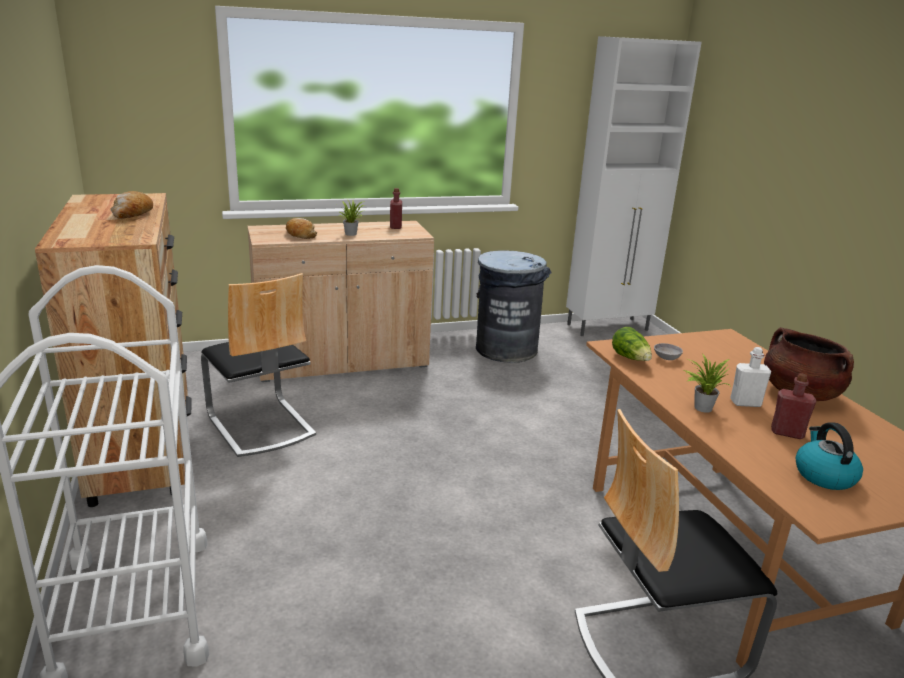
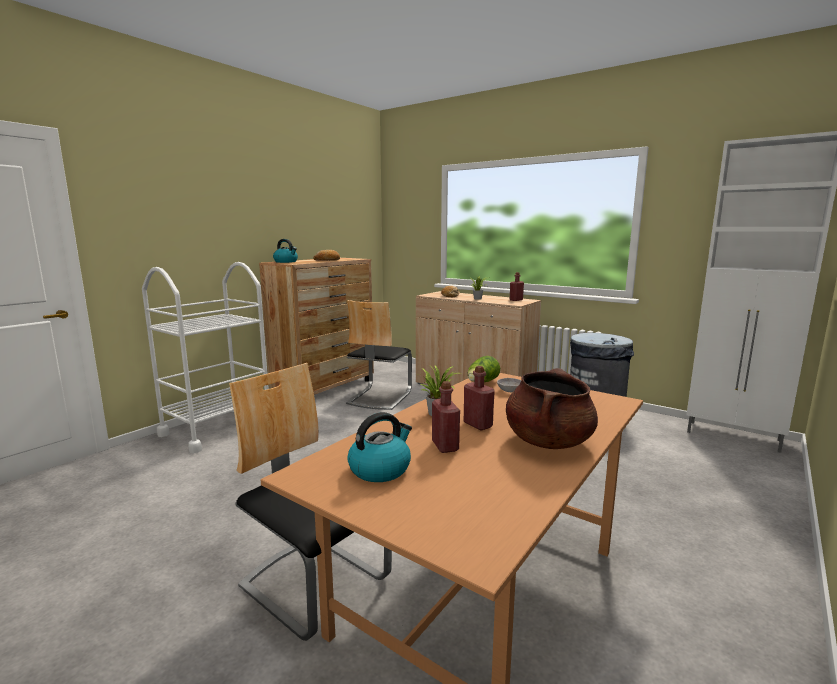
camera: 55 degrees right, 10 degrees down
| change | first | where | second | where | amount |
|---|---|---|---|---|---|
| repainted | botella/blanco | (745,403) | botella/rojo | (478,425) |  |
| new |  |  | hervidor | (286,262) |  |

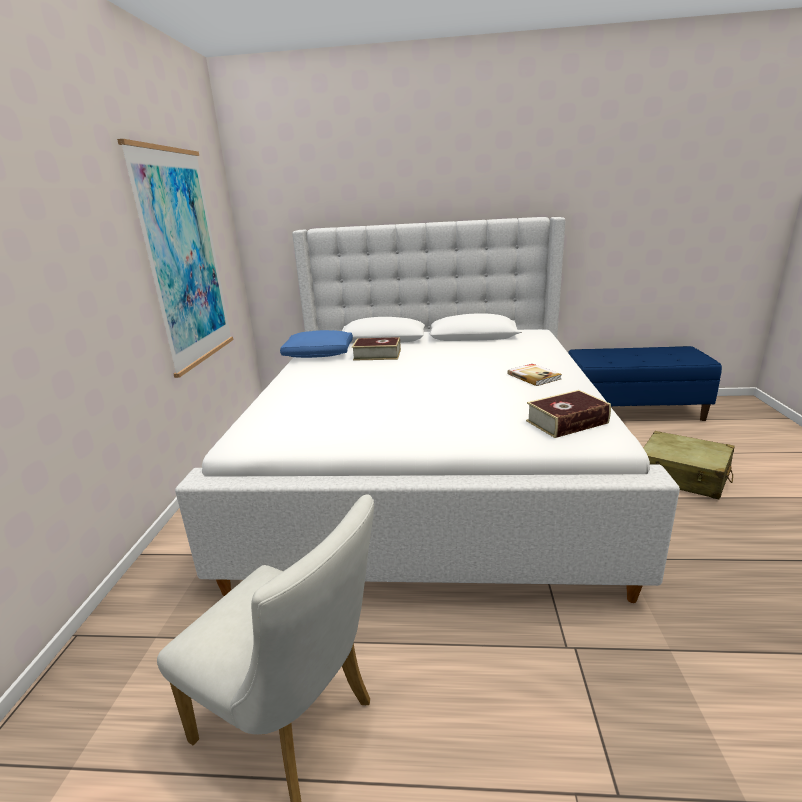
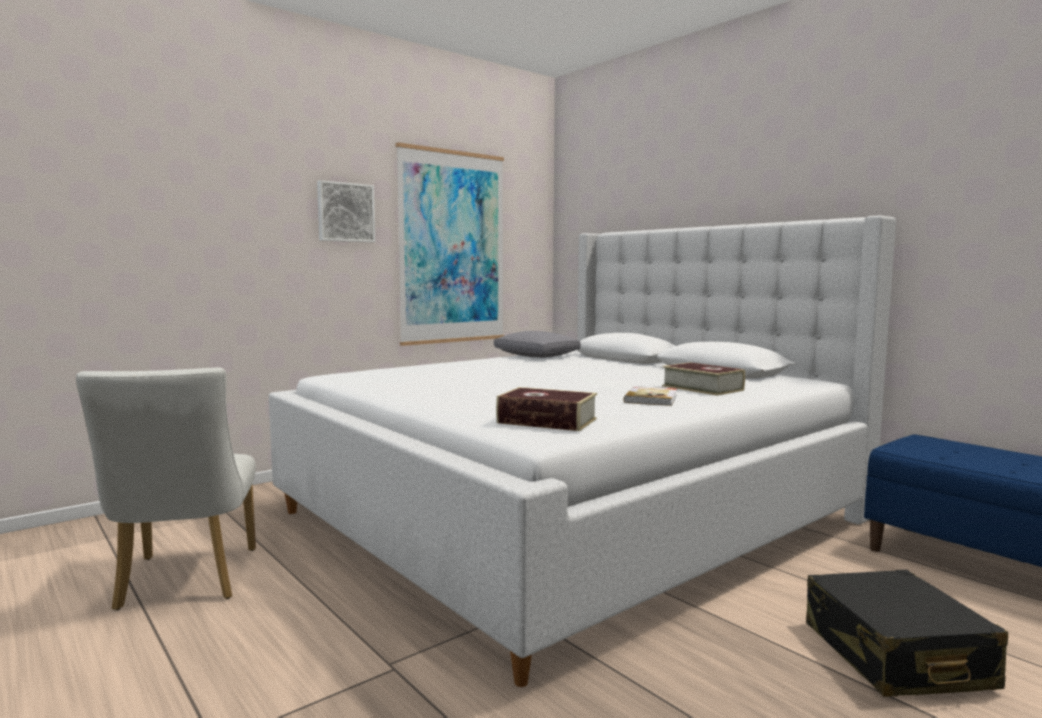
camera: 45 degrees right, 15 degrees down
| change | first | where | second | where | amount |
|---|---|---|---|---|---|
| repainted | cojín/azul | (319,354) | cojín/gris | (537,356) |  |
| shifted | libro | (377,355) |  | (702,388) |  |
| repainted | maleta/beis | (682,476) | maleta/negro | (895,656) |  |
| new |  |  | cuadro | (345,212) |  |

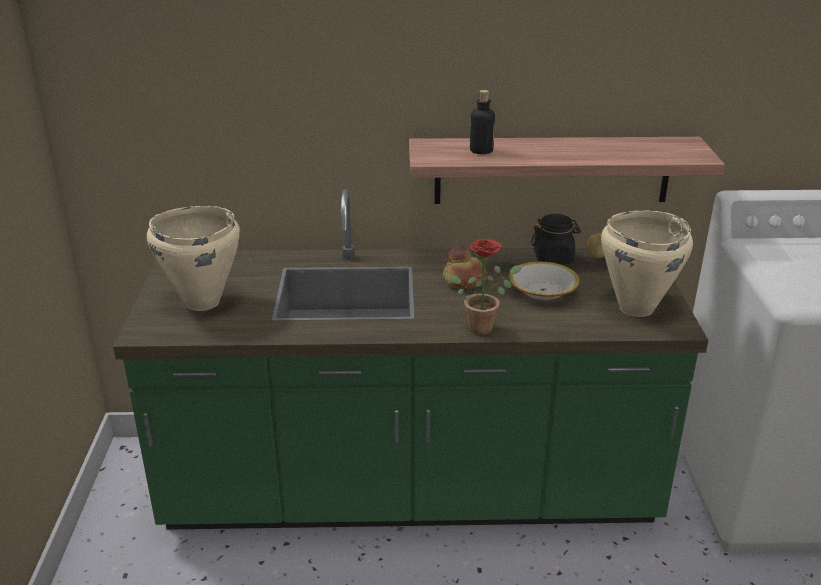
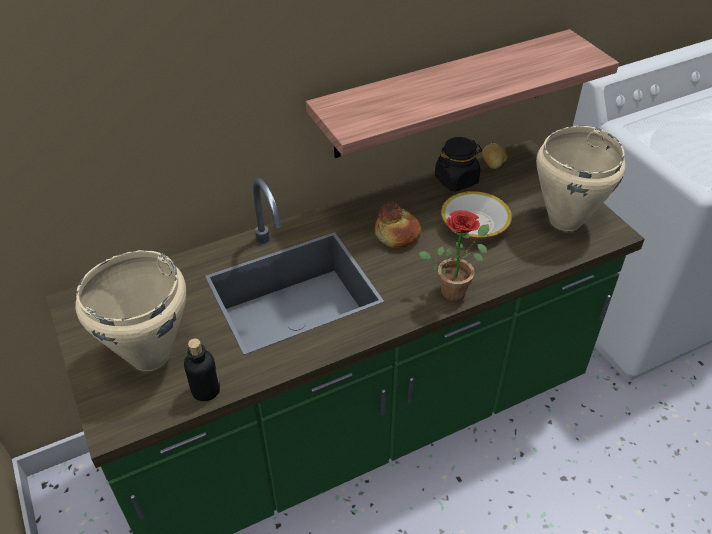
camera: 25 degrees left, 15 degrees up
| change | first | where | second | where | amount |
|---|---|---|---|---|---|
| shifted | botella | (481,151) |  | (206,390) |  |

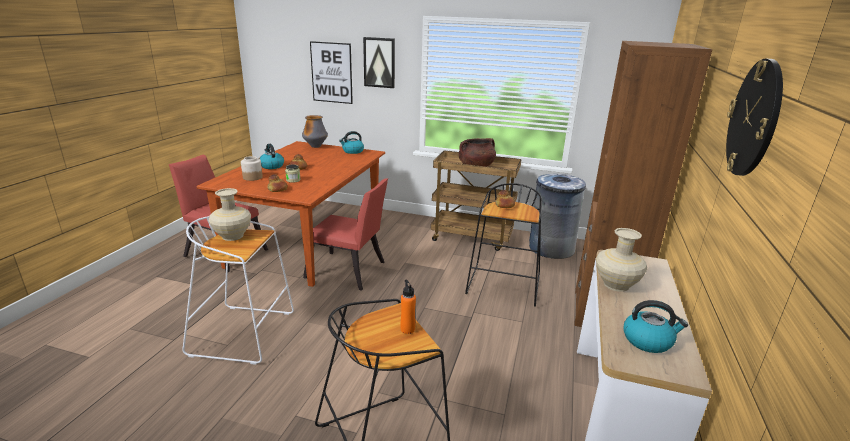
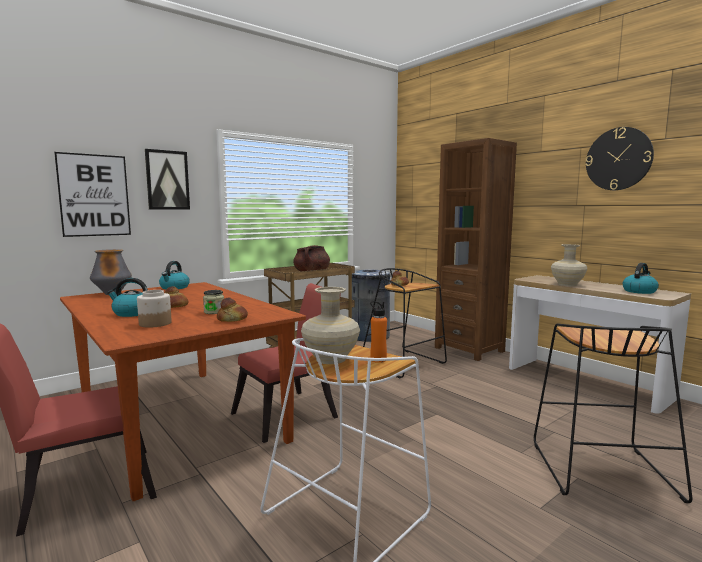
camera: 55 degrees left, 15 degrees down
| change | first | where | second | where | amount |
|---|---|---|---|---|---|
| shifted | botella/naranja | (407,329) |  | (378,359) |  |

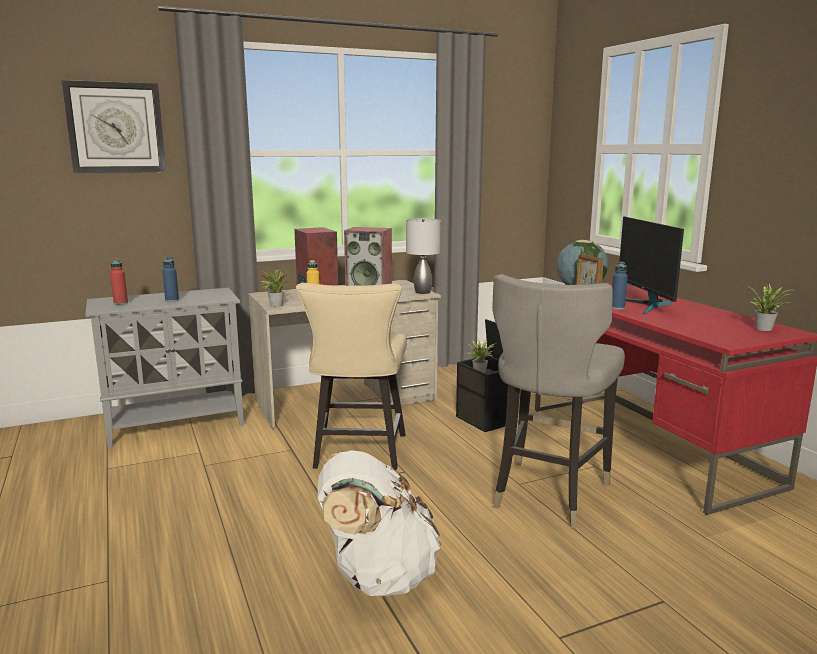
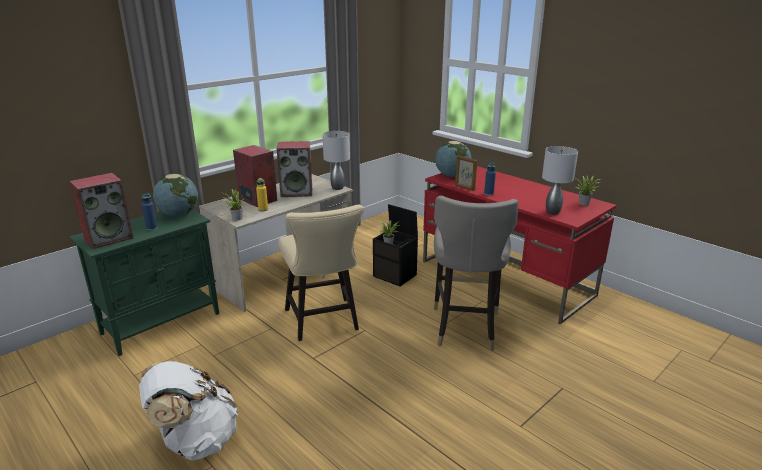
camera: 20 degrees left, 10 degrees up
| change | first | where | second | where | amount |
|---|---|---|---|---|---|
| gone | reloj de pared | (116,128) |  |  |  |
| gone | monitor | (646,305) |  |  |  |
| swapped | botella/rojo | (120,303) | altavoz | (109,238) |  |
| repainted | armario/gris | (177,425) | armario/verde | (162,323) |  |
| shifted | mochila/blanco | (377,576) |  | (195,440) |  |
| new |  |  | lámpara de mesa/gris | (552,211) |  |
| new |  |  | globo terráqueo | (179,214) |  |

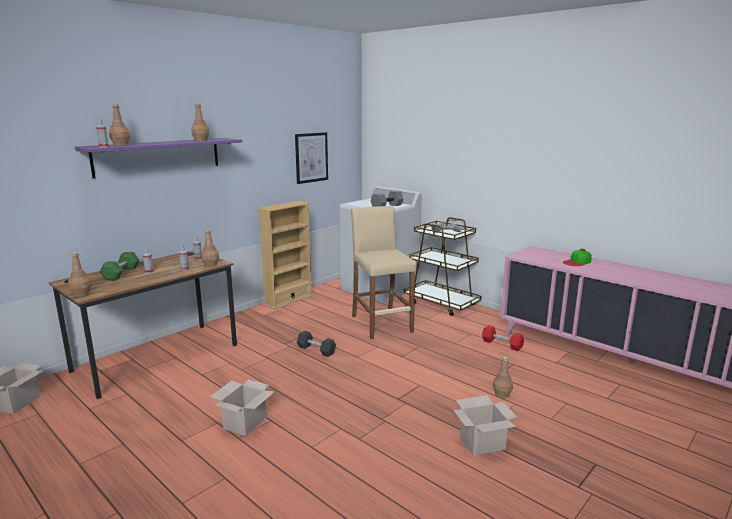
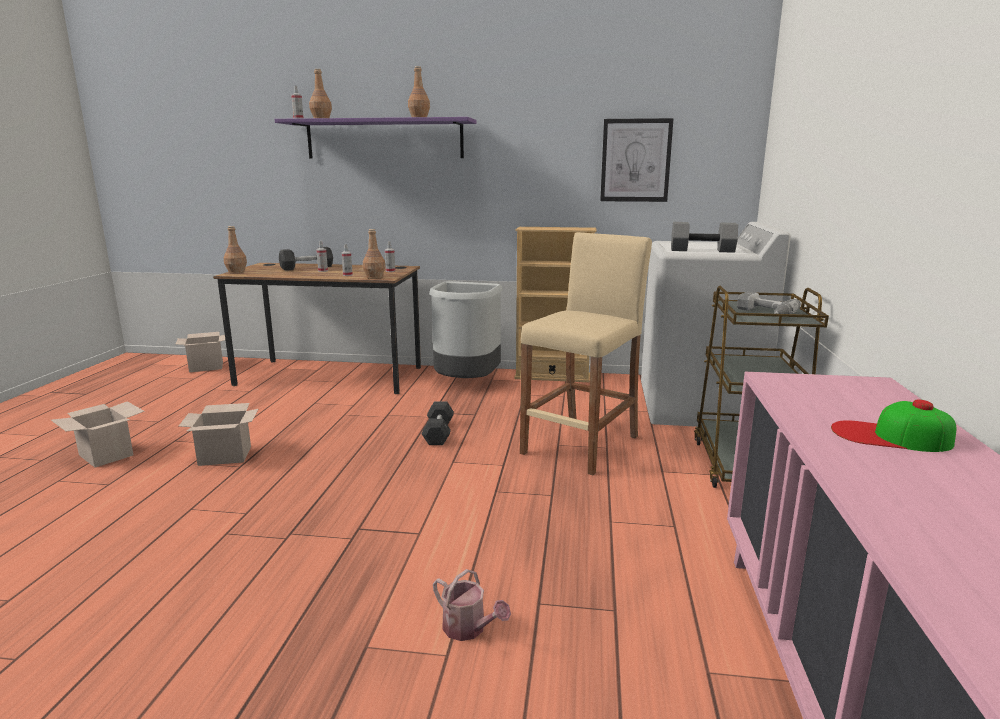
camera: 55 degrees right, 0 degrees up
| change | first | where | second | where | amount |
|---|---|---|---|---|---|
| repainted | mancuerna/verde | (121,273) | mancuerna/gris | (307,267) |  |
| gone | mancuerna/rojo | (502,344) |  |  |  |
| swapped | botella/marrón | (502,394) | regadera | (468,629) |  |
| shifted | caja de cartón | (482,443) |  | (107,455) |  |
| new |  |  | papelera/gris | (466,384) |  |

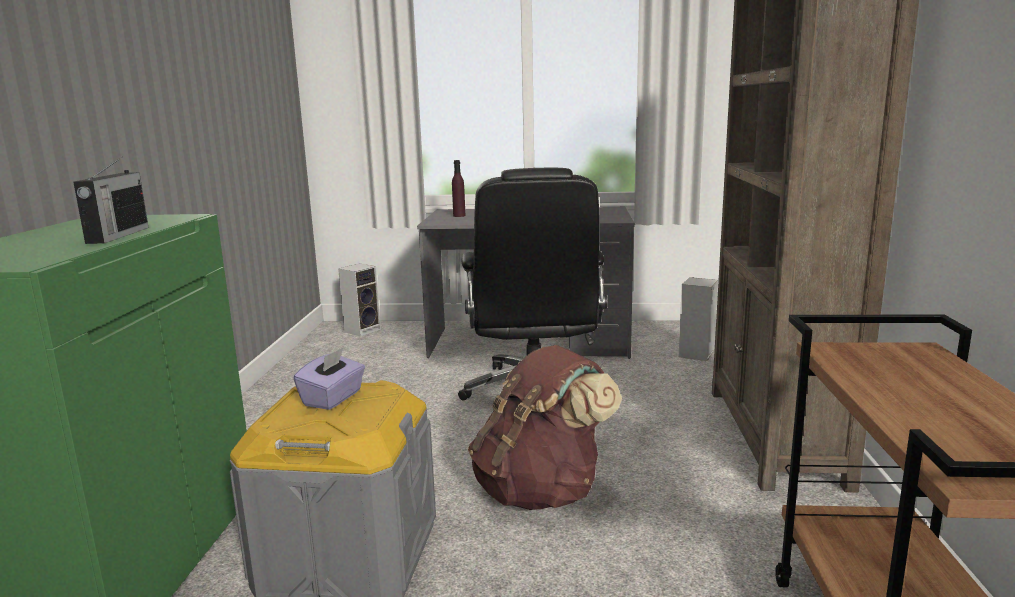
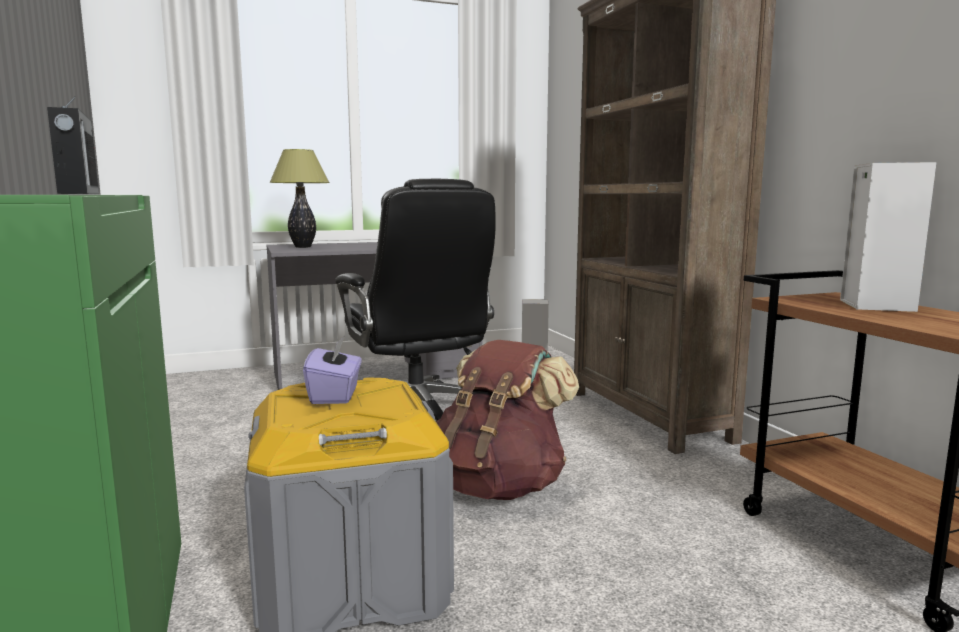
camera: 25 degrees left, 5 degrees down
| change | first | where | second | where | amount |
|---|---|---|---|---|---|
| swapped | botella/morado | (459,216) | lámpara de mesa | (303,247) |  |
| shifted | altavoz | (363,330) |  | (874,305) |  |

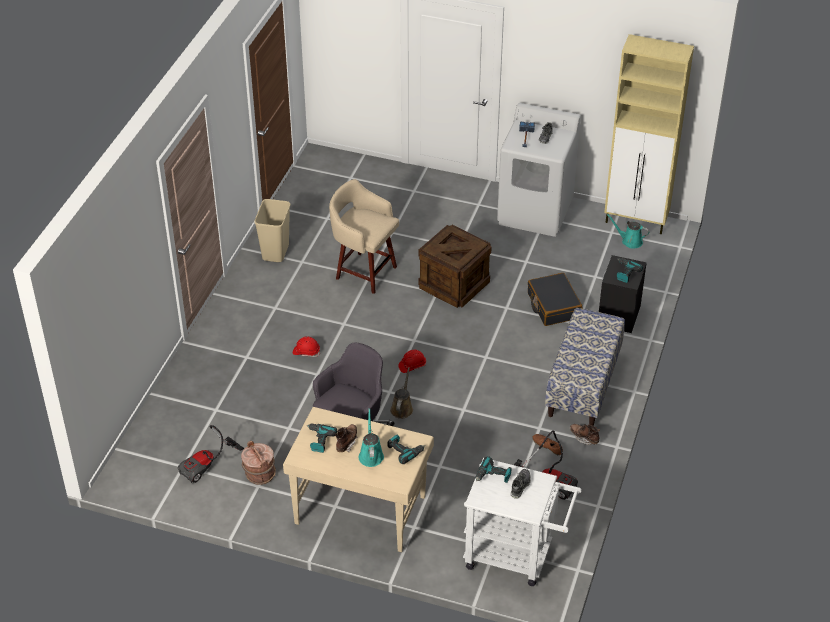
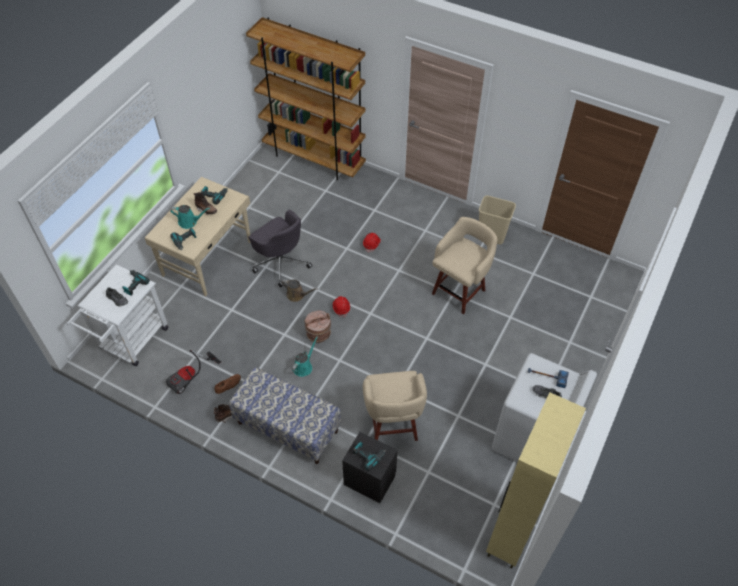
camera: 100 degrees right, 10 degrees up
| change | first | where | second | where | amount |
|---|---|---|---|---|---|
| shifted | regadera/turquesa | (630,241) |  | (304,366) |  |
| gone | caja de embalaje | (454,284) |  |  |  |
| swapped | maleta/negro | (553,306) | taburete/beis | (393,425) |  |
| gone | aspiradora | (207,466) |  |  |  |
| shifted | cubo/marrón | (259,474) |  | (318,333) |  |
| new |  |  | estantería/marrón | (314,159) |  |

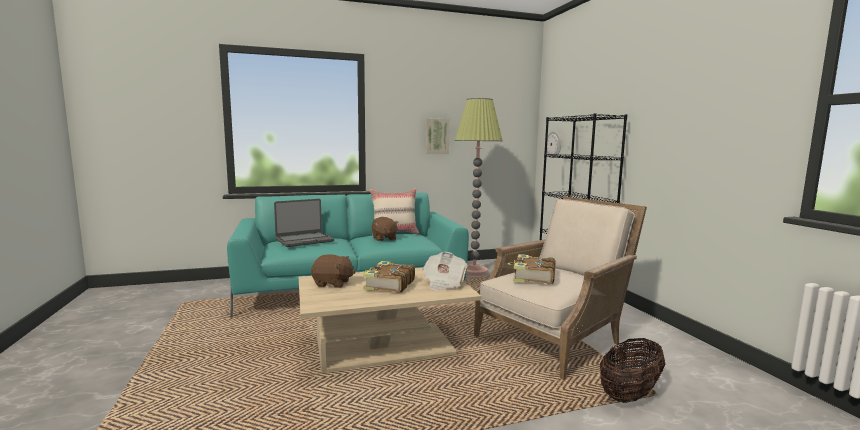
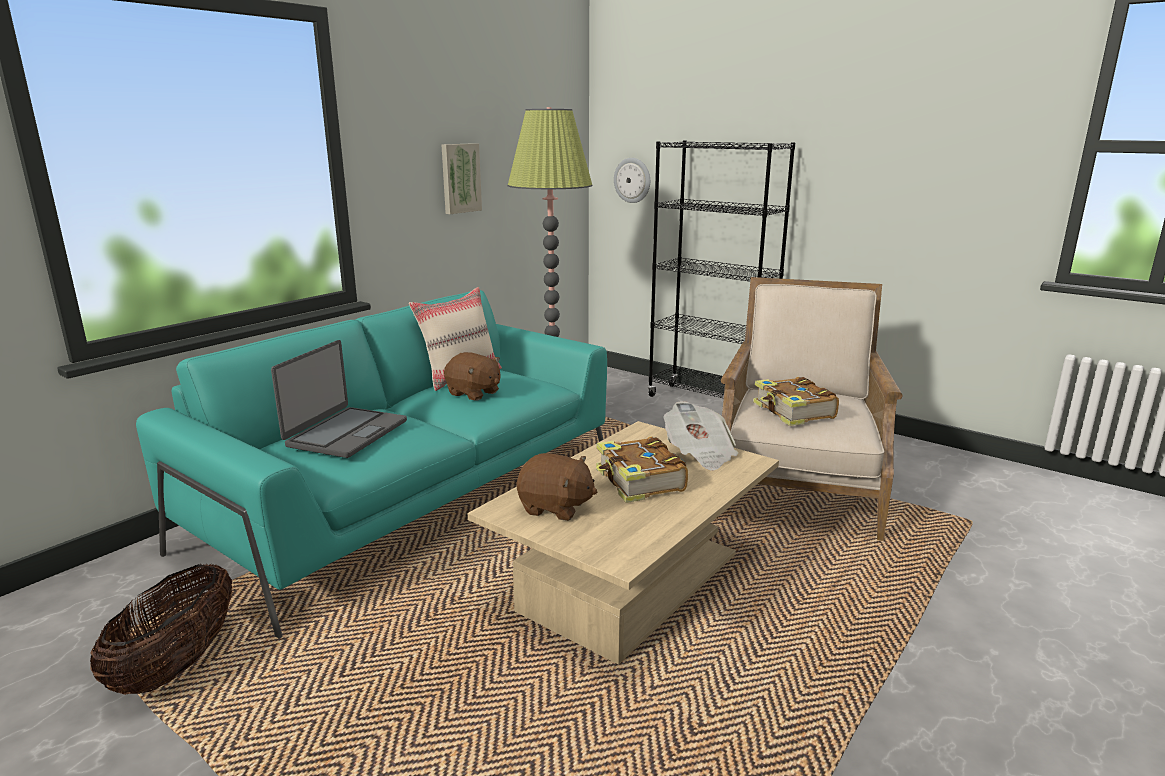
camera: 35 degrees left, 10 degrees up
| change | first | where | second | where | amount |
|---|---|---|---|---|---|
| rotated | peluche/marrón | (332,283) |  | (555,507) | 45 degrees clockwise |
| shifted | cesta | (629,394) |  | (177,665) |  |

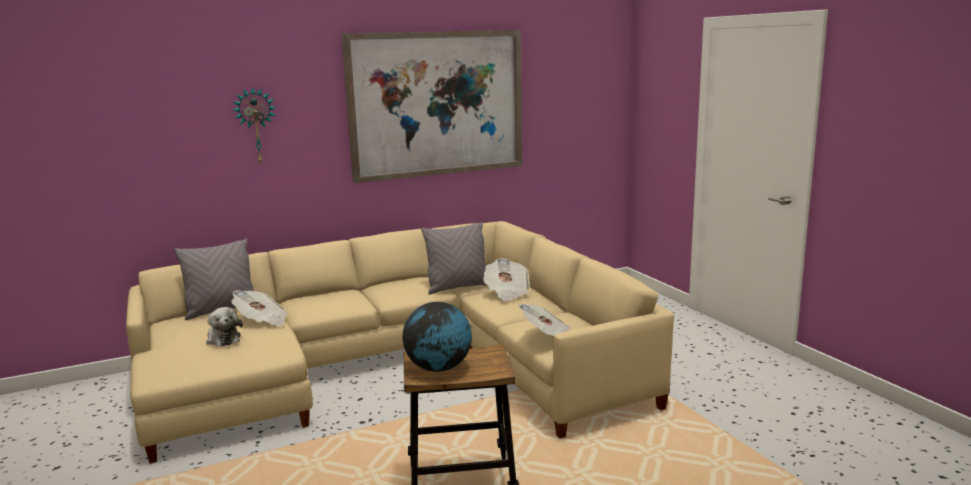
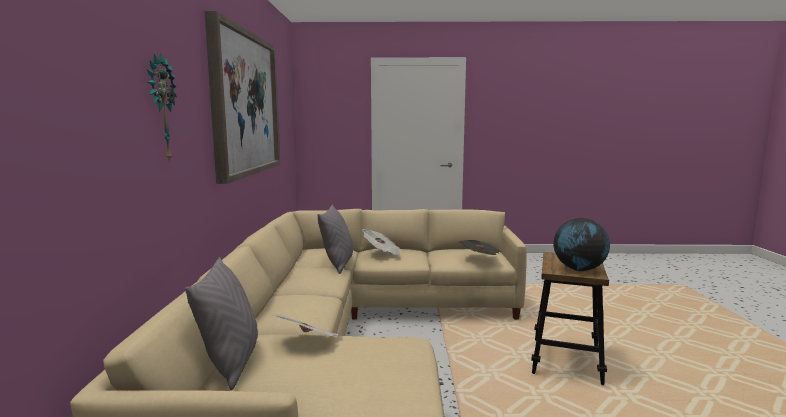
camera: 65 degrees left, 5 degrees down
| change | first | where | second | where | amount |
|---|---|---|---|---|---|
| gone | peluche | (223,339) |  |  |  |

